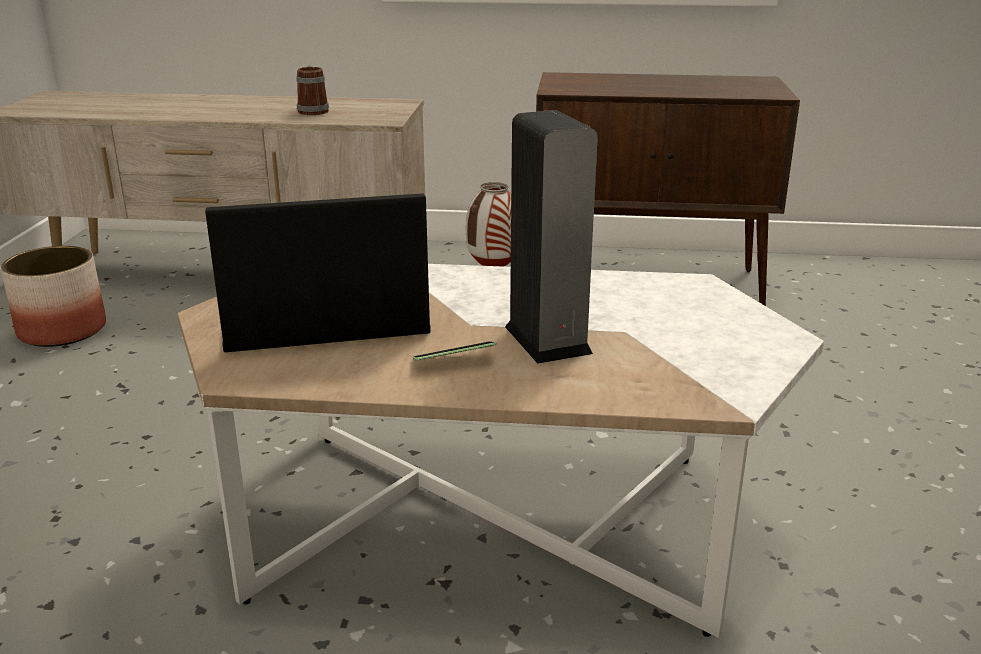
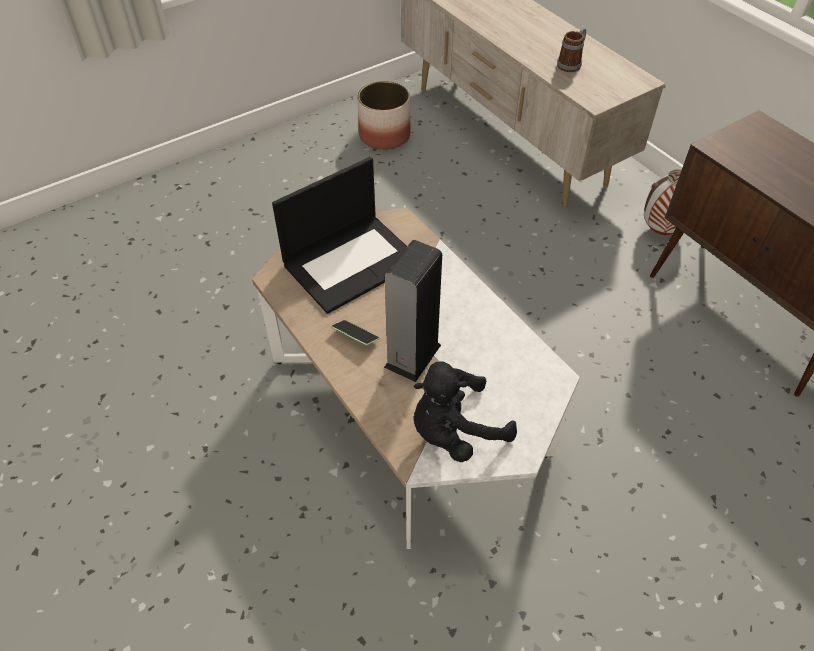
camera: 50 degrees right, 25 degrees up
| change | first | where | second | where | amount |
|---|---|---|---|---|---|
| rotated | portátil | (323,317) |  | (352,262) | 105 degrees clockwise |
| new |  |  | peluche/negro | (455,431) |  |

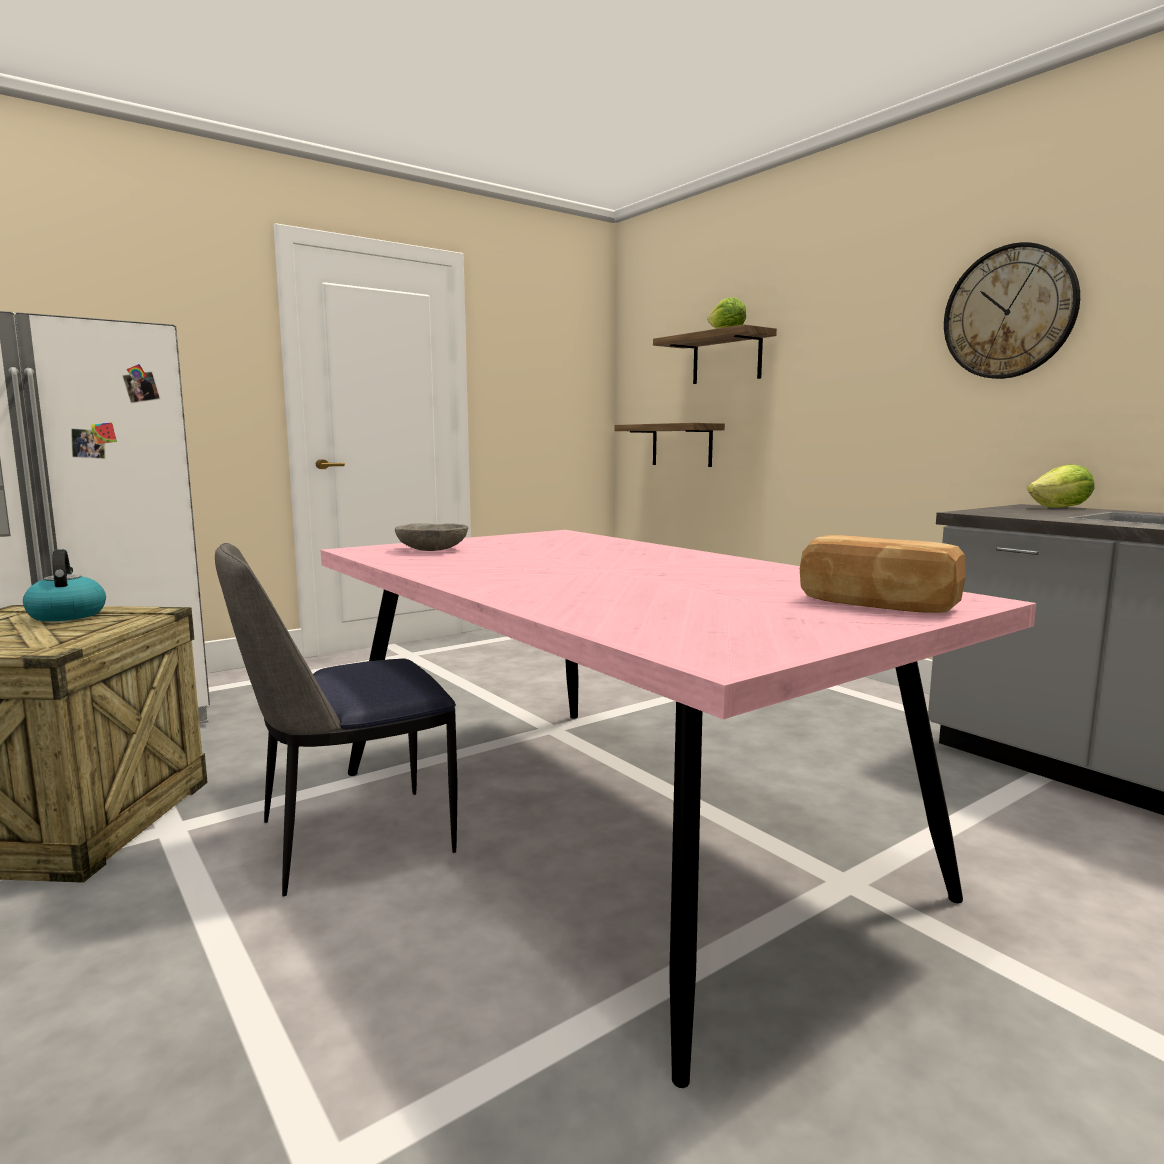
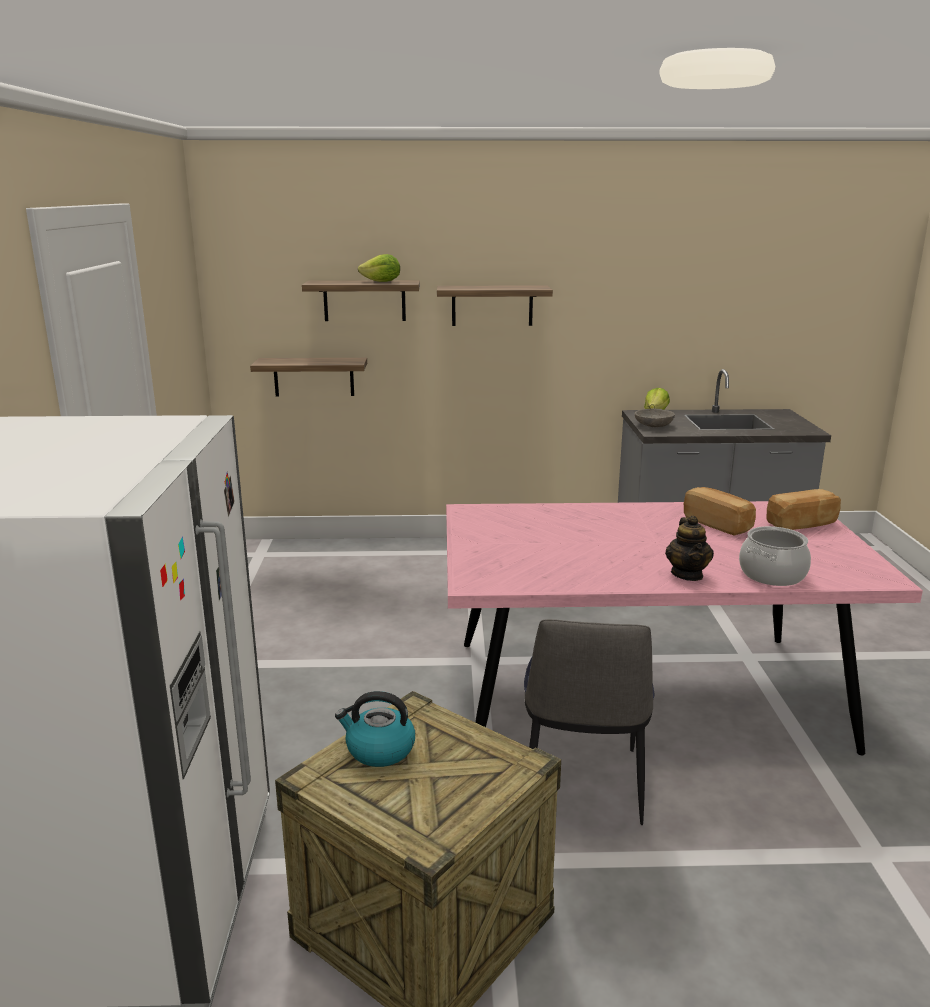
camera: 55 degrees left, 10 degrees up
| change | first | where | second | where | amount |
|---|---|---|---|---|---|
| gone | reloj de pared | (1009,312) |  |  |  |
| shifted | cuenco/gris | (432,550) |  | (653,425) |  |
| new |  |  | estante | (492,305) |  |
| new |  |  | pan | (718,524) |  |
| new |  |  | tetera | (687,574) |  |
| new |  |  | olla | (772,575) |  |

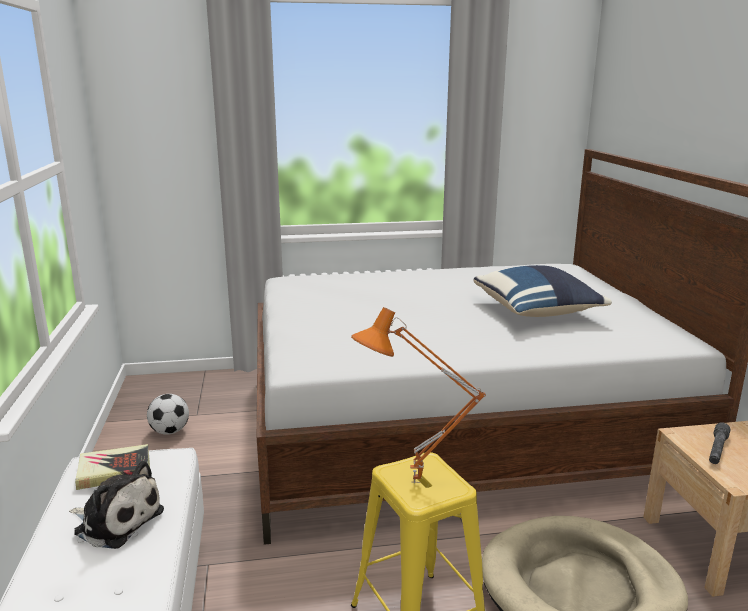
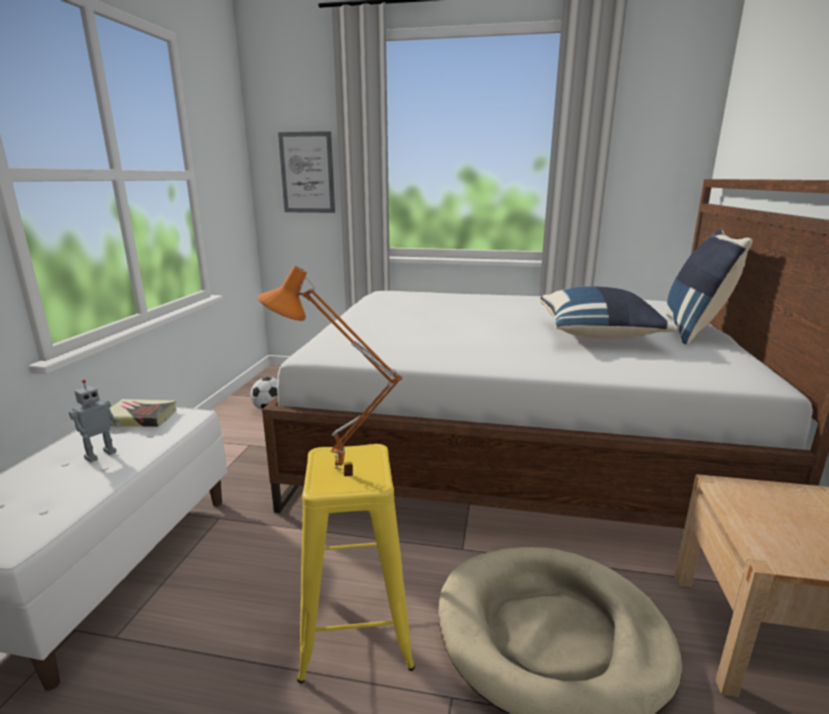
camera: 20 degrees right, 0 degrees up
| change | first | where | second | where | amount |
|---|---|---|---|---|---|
| gone | linterna/gris | (717,450) |  |  |  |
| swapped | peluche | (116,520) | robot de juguete | (100,455) |  |
| new |  |  | cuadro | (307,173) |  |
| new |  |  | cojín/azul | (694,331) |  |

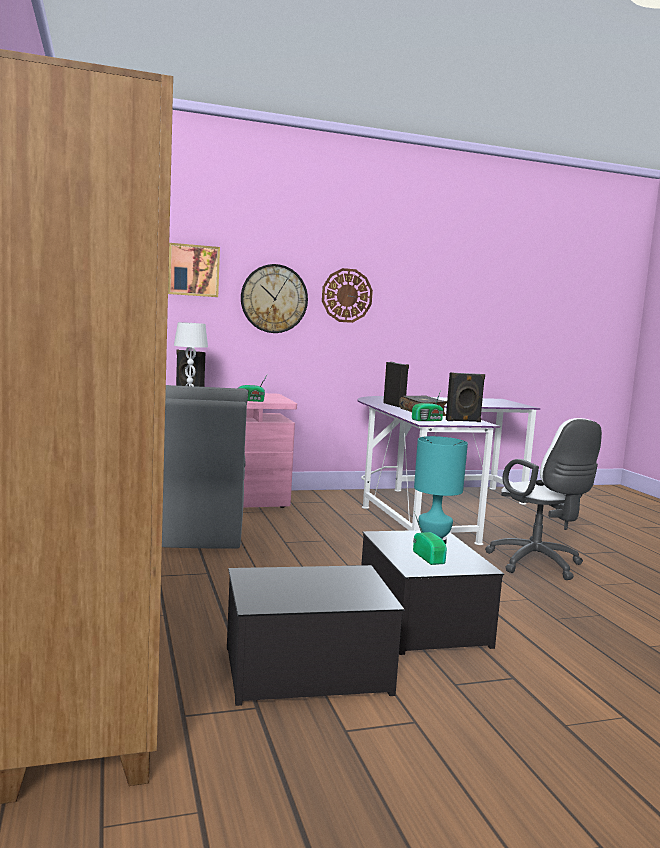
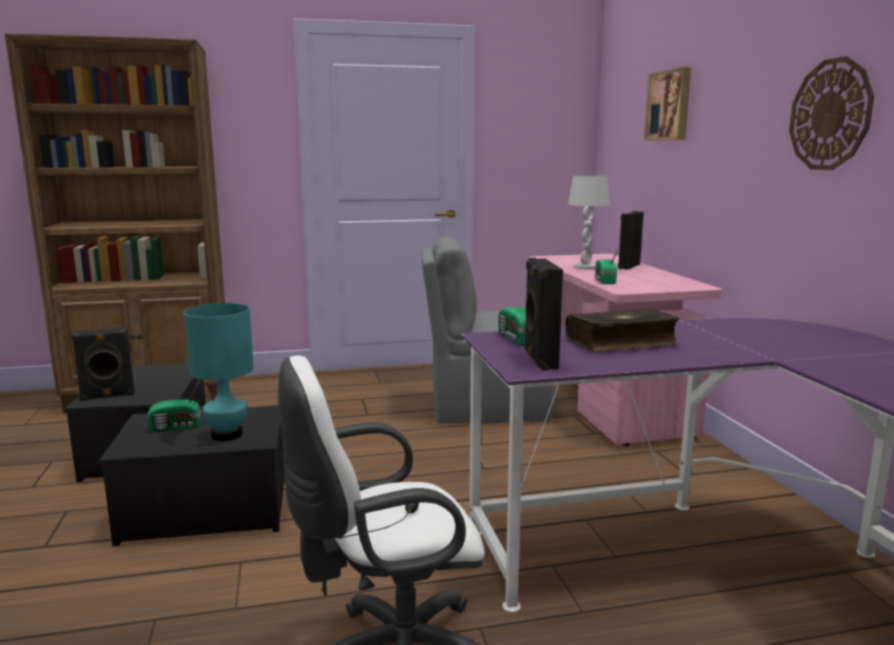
camera: 95 degrees right, 5 degrees up
| change | first | where | second | where | amount |
|---|---|---|---|---|---|
| gone | reloj de pared | (274,298) |  |  |  |
| shifted | altavoz/negro | (395,405) |  | (108,396) |  |

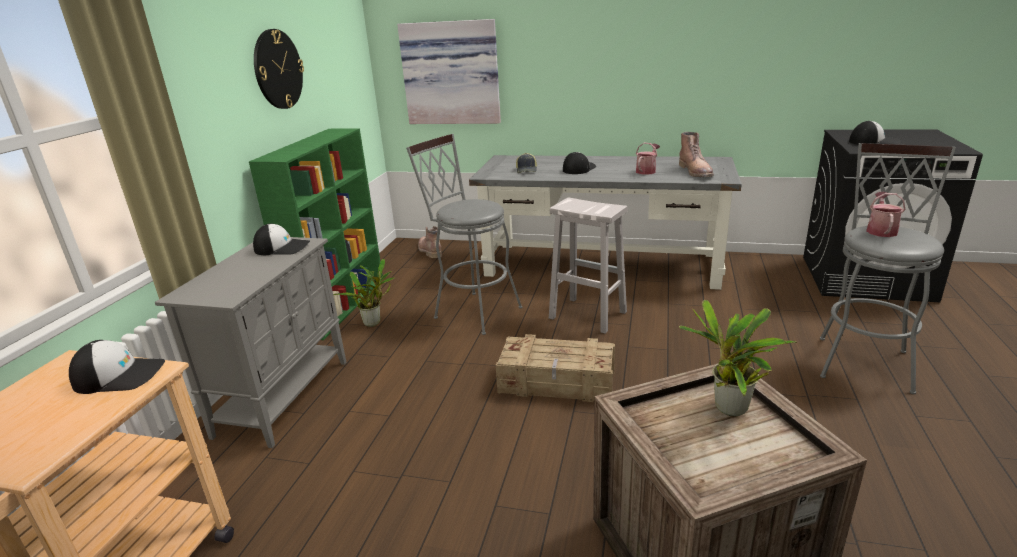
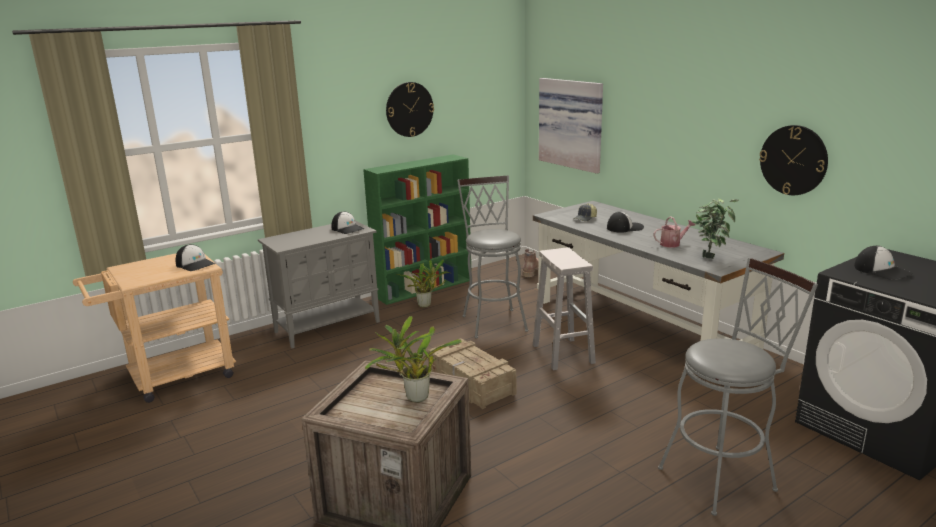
camera: 40 degrees right, 5 degrees down
| change | first | where | second | where | amount |
|---|---|---|---|---|---|
| swapped | bota/marrón | (696,172) | planta en maceta | (710,256) |  |
| gone | regadera | (881,230) |  |  |  |
| new |  |  | reloj de pared | (793,160) |  |

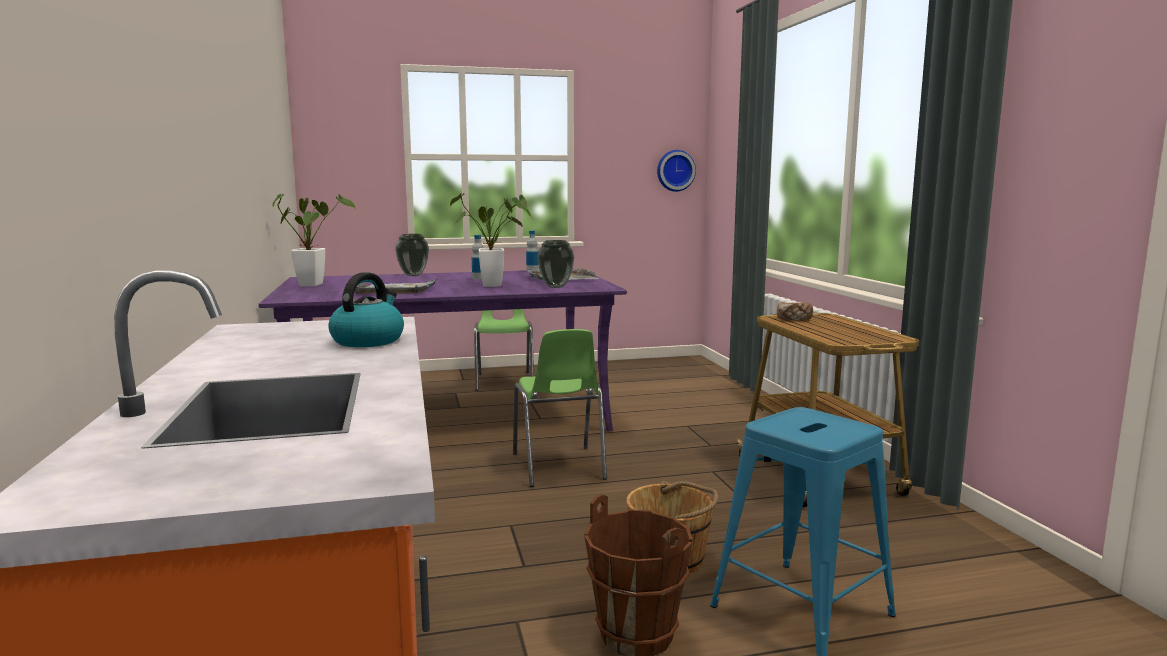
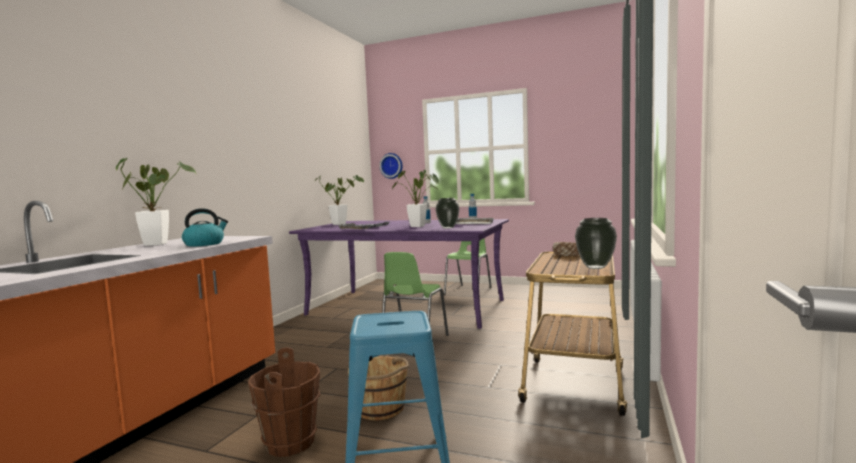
camera: 35 degrees right, 5 degrees down
| change | first | where | second | where | amount |
|---|---|---|---|---|---|
| shifted | reloj de pared | (675,170) |  | (391,165) |  |
| shifted | florero | (412,275) |  | (595,267) |  |
| new |  |  | planta en maceta | (158,243) |  |

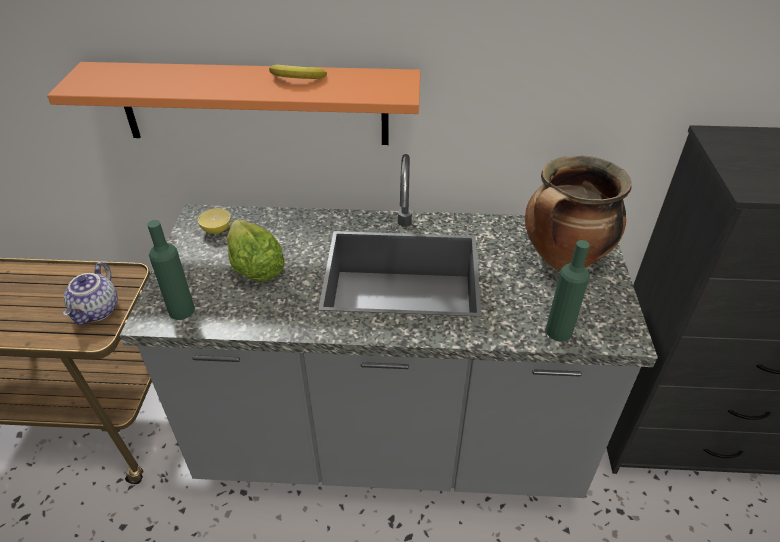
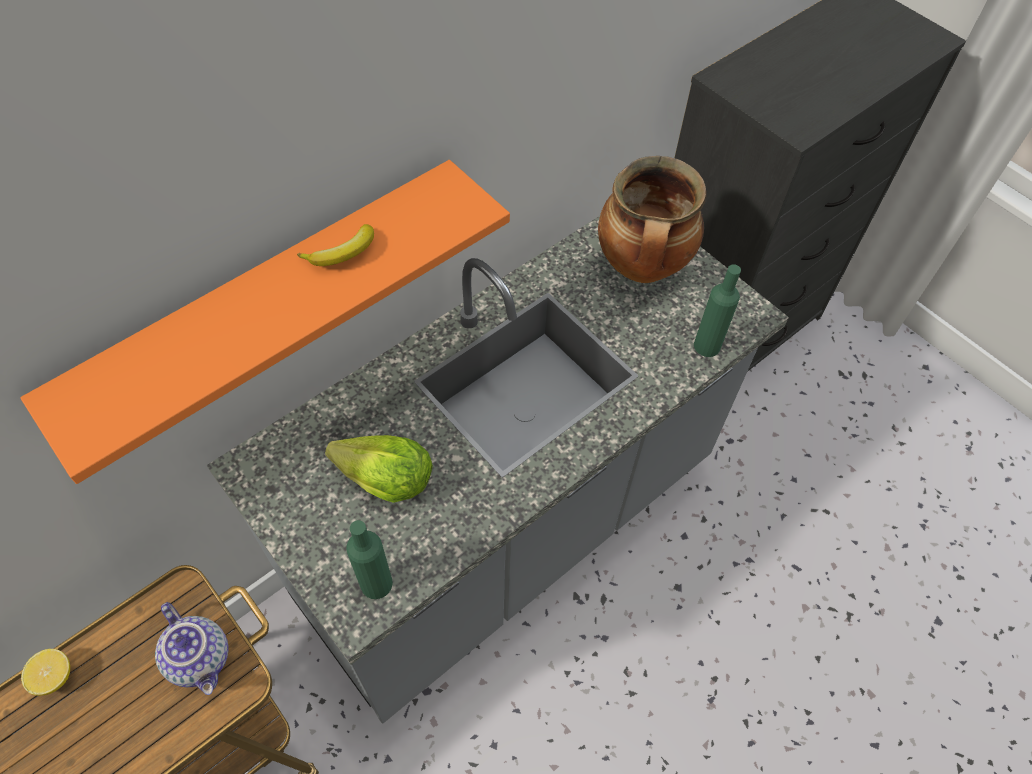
camera: 45 degrees left, 15 degrees up
| change | first | where | second | where | amount |
|---|---|---|---|---|---|
| shifted | limón | (217,230) |  | (54,676) |  |

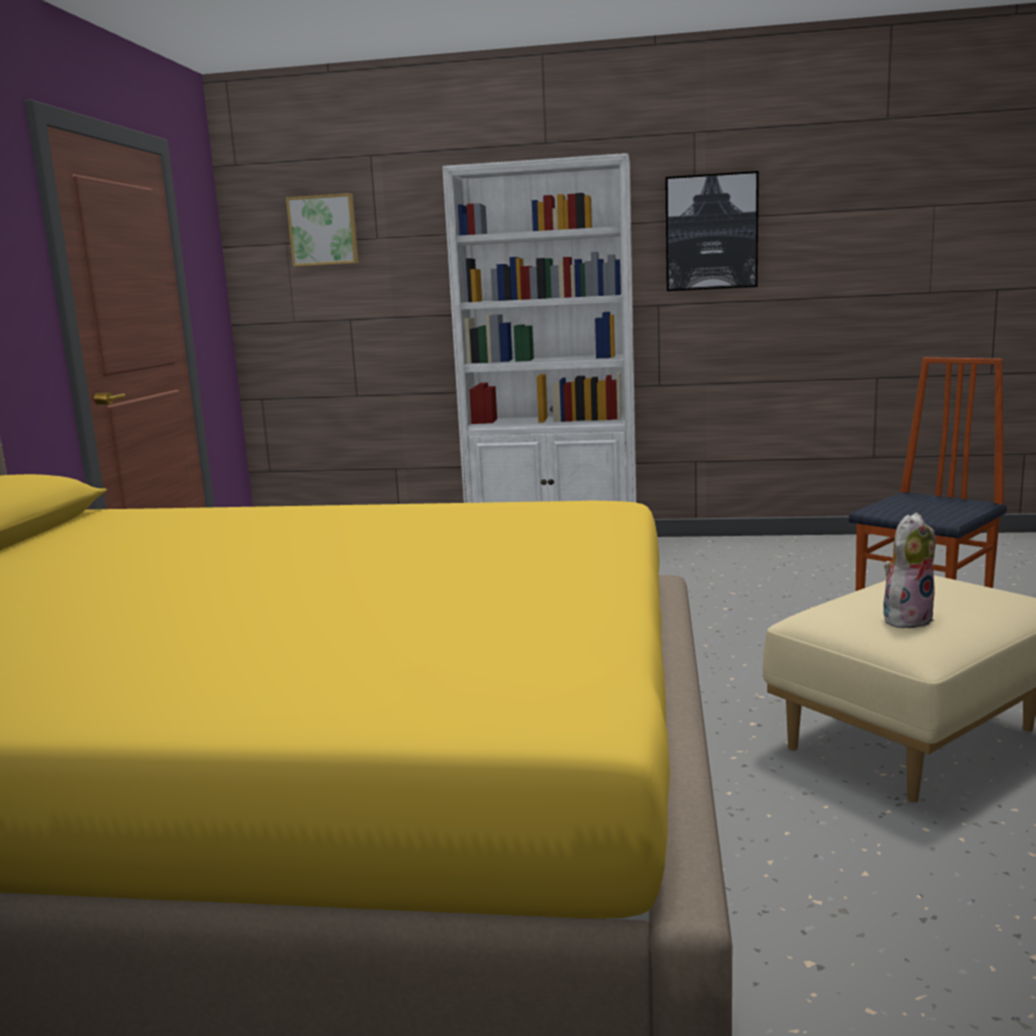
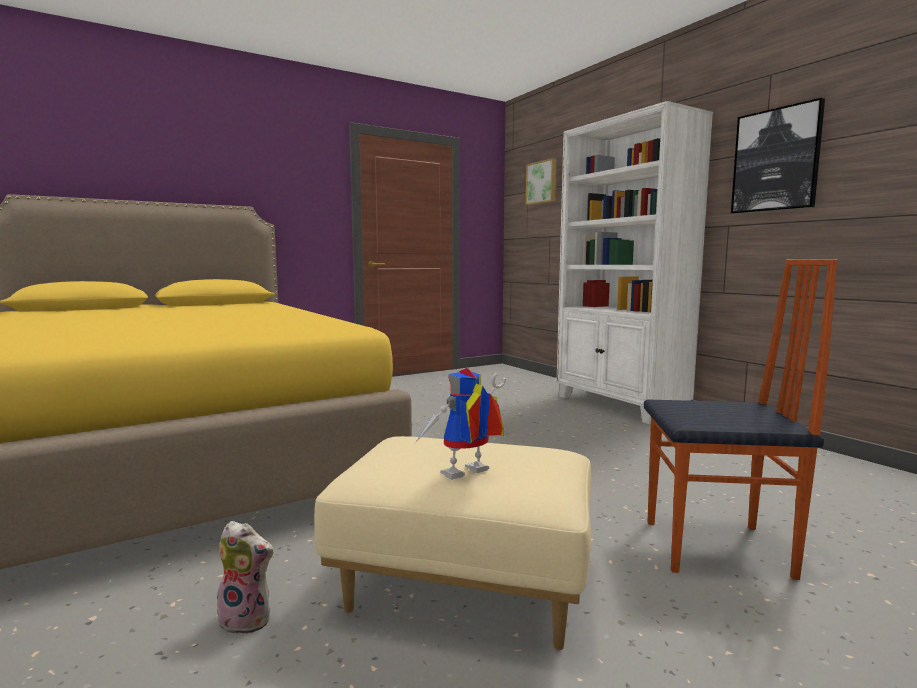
camera: 50 degrees right, 5 degrees down
| change | first | where | second | where | amount |
|---|---|---|---|---|---|
| shifted | peluche | (906,619) |  | (248,619) |  |
| new |  |  | robot de juguete | (465,475) |  |

